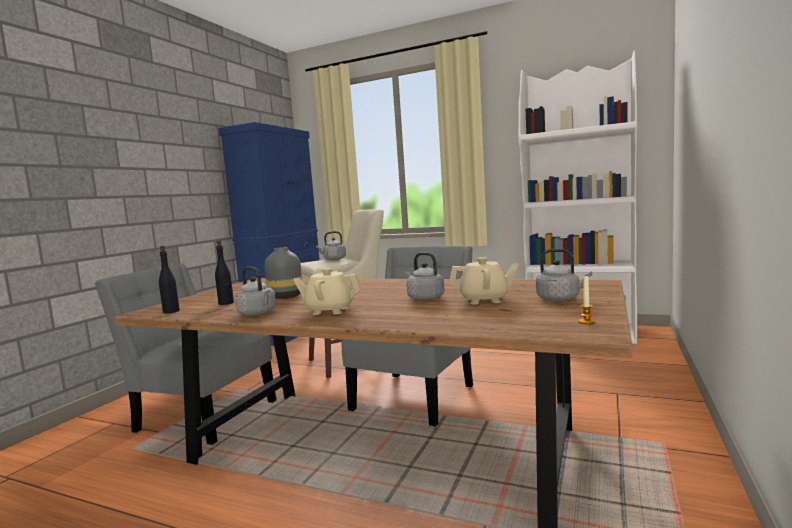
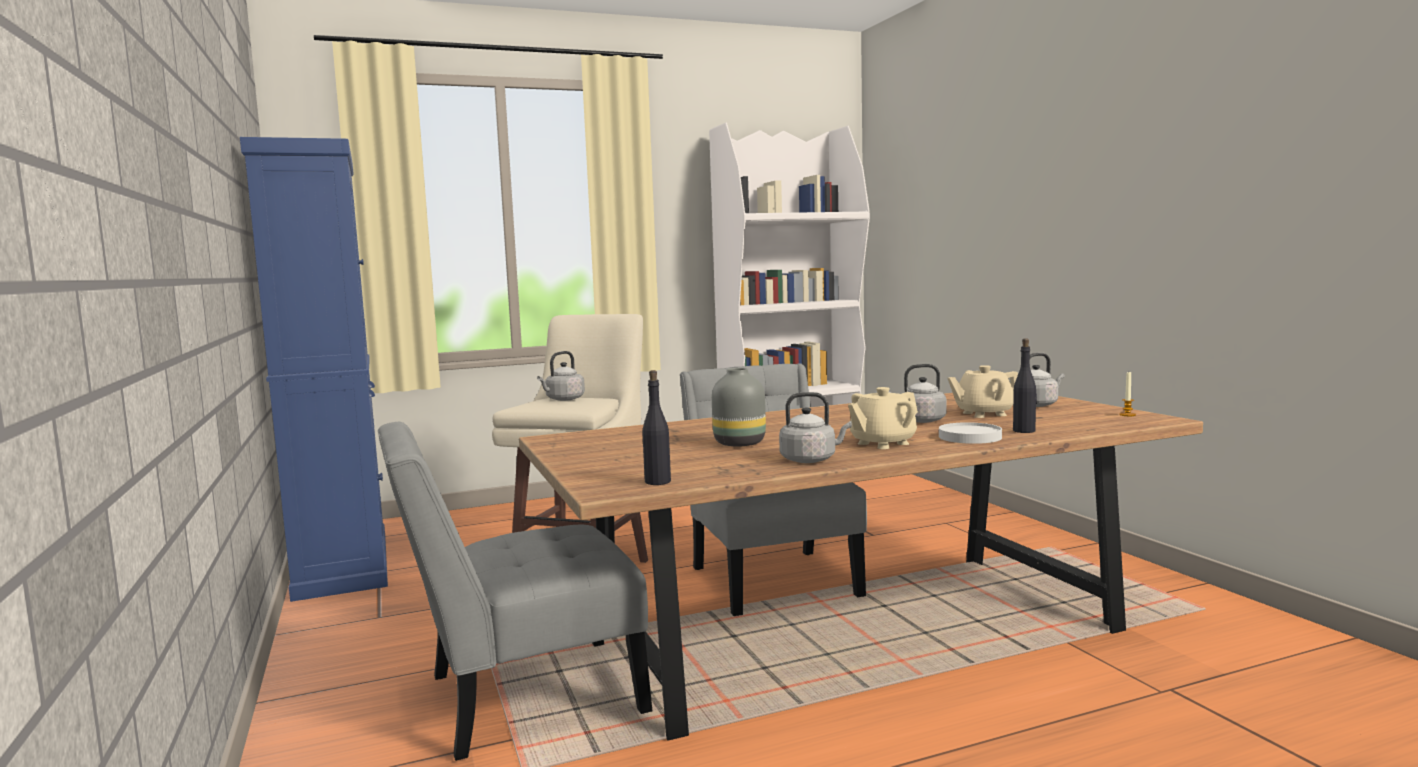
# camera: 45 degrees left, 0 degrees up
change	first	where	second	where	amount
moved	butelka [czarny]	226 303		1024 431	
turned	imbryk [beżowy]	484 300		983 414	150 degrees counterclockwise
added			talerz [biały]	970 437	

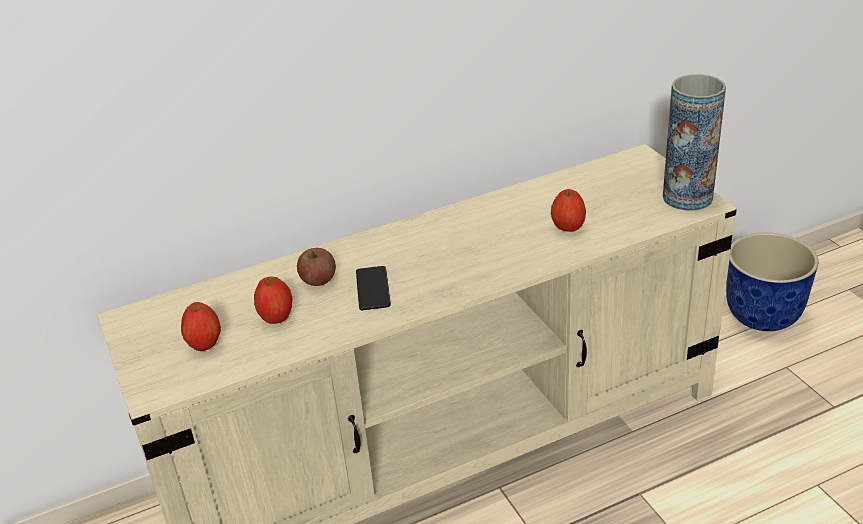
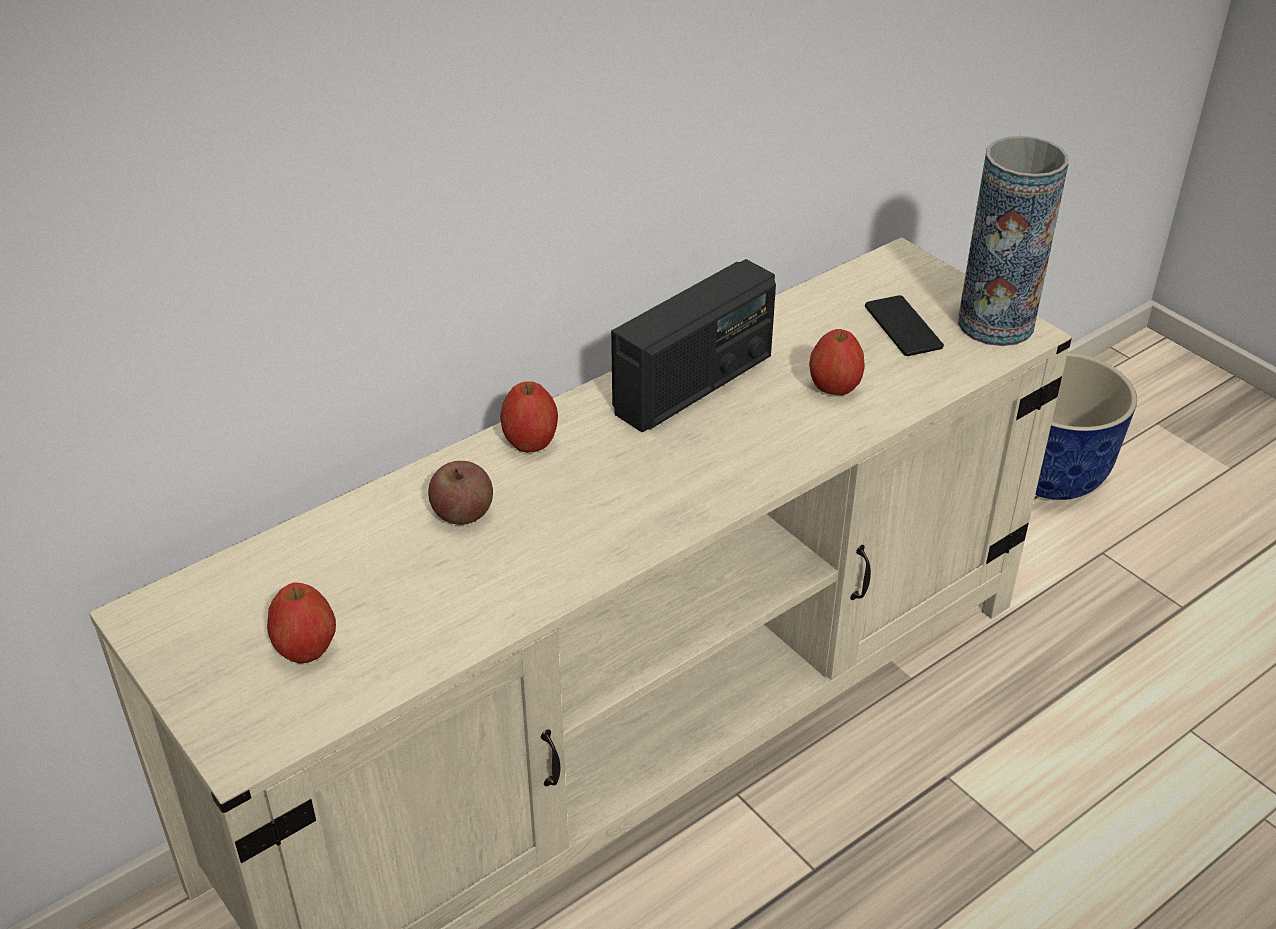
# camera: 15 degrees left, 5 degrees up
change	first	where	second	where	amount
moved	telefon	373 289		903 327	
moved	jabłko	276 317		531 442	
added			radio	694 385	

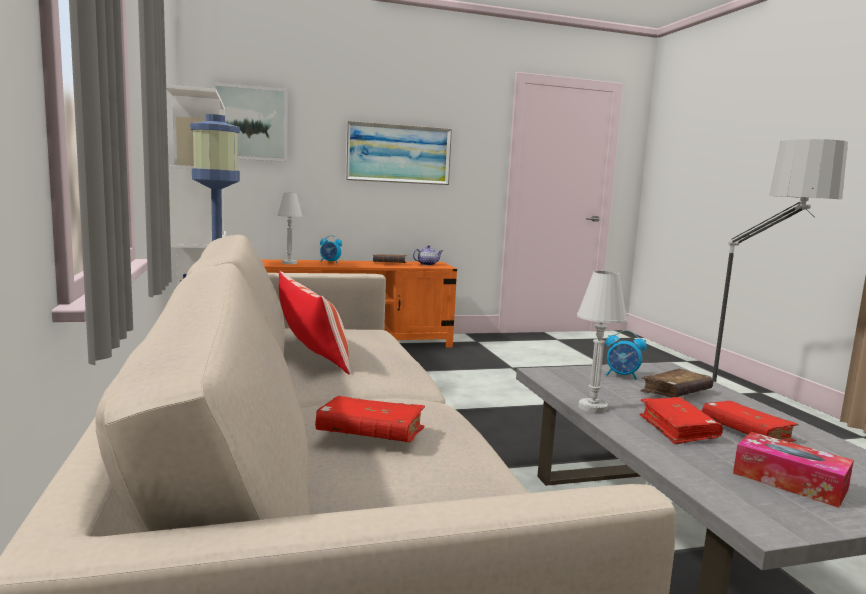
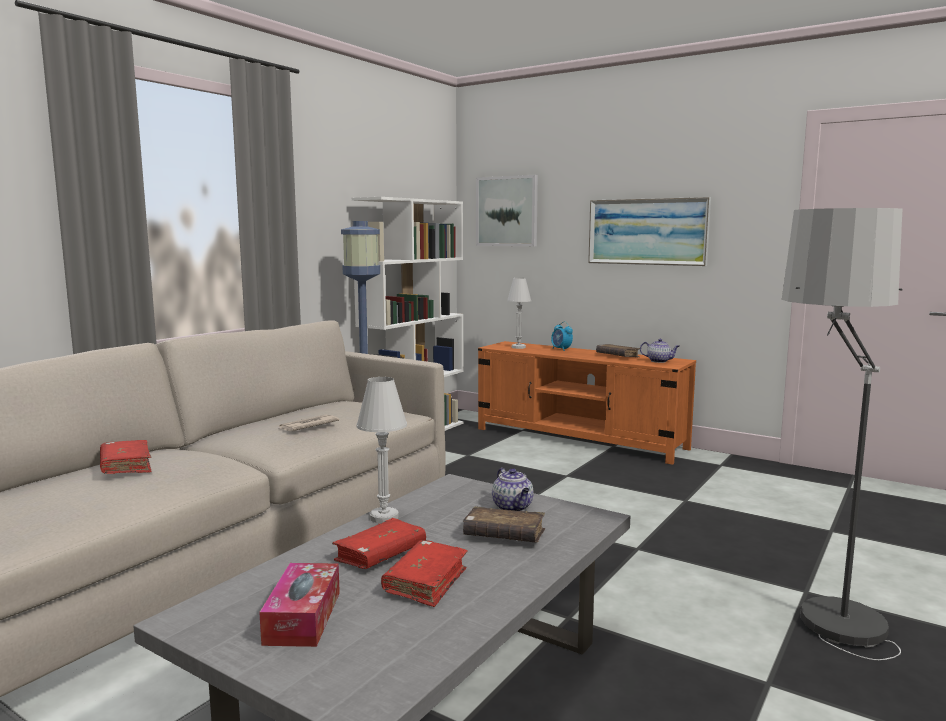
# camera: 50 degrees right, 0 degrees up
change	first	where	second	where	amount
removed	poduszka	311 352			
replaced	budzik	622 376	imbryk	513 507	
added			gazeta	307 426	

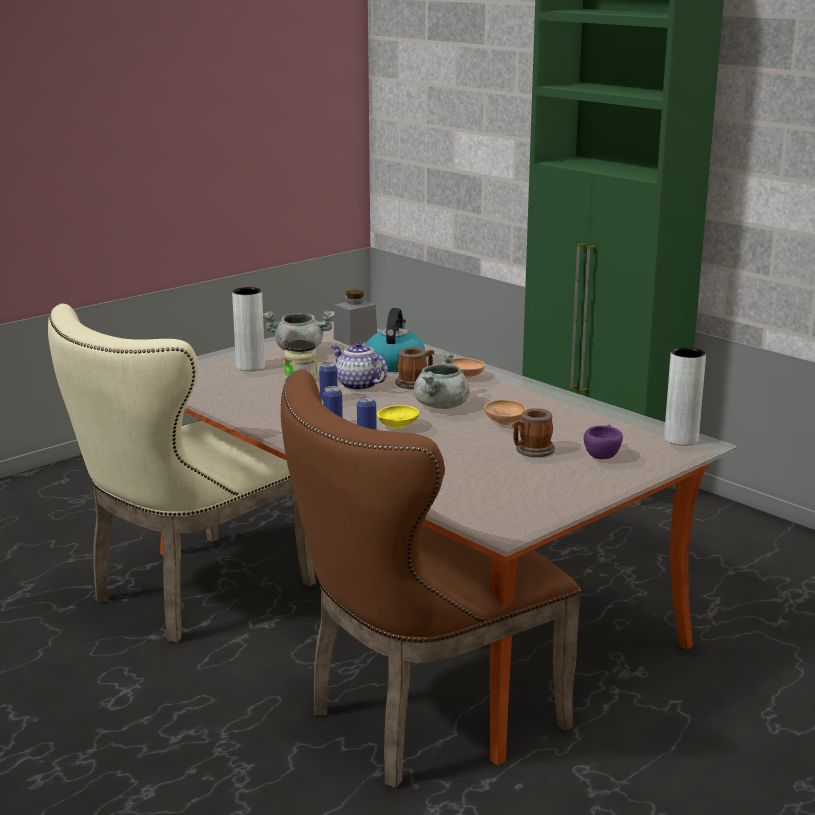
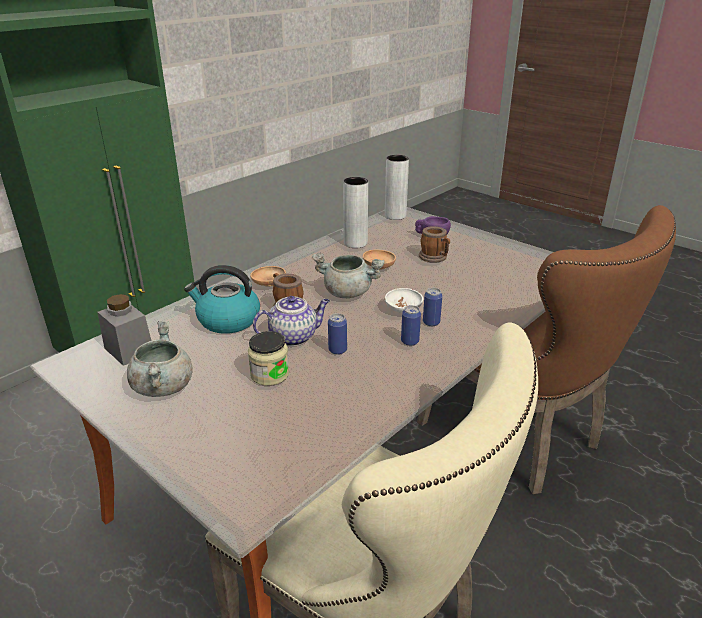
# camera: 95 degrees left, 10 degrees up
change	first	where	second	where	amount
moved	wazon [szary]	250 366		355 243	
turned	imbryk	357 385		294 336	150 degrees counterclockwise
recoloured	miska [żółty]	398 426	miska [biały]	403 309	

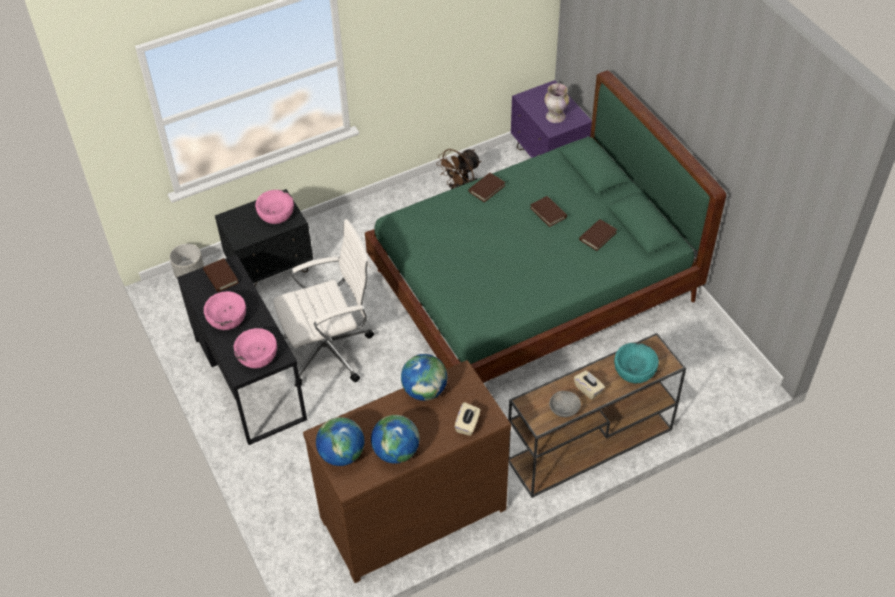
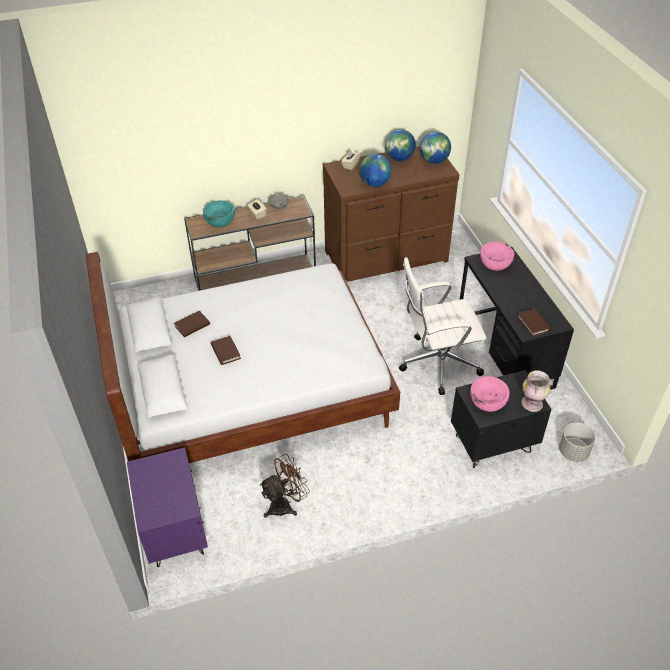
# camera: 170 degrees left, 5 degrees down
change	first	where	second	where	amount
recoloured	łóżko [zielony]	533 288	łóżko [biały]	250 390	
moved	wazon	555 117		532 404	
removed	książka [brązowy]	486 188			
removed	miska [różowy]	227 318			

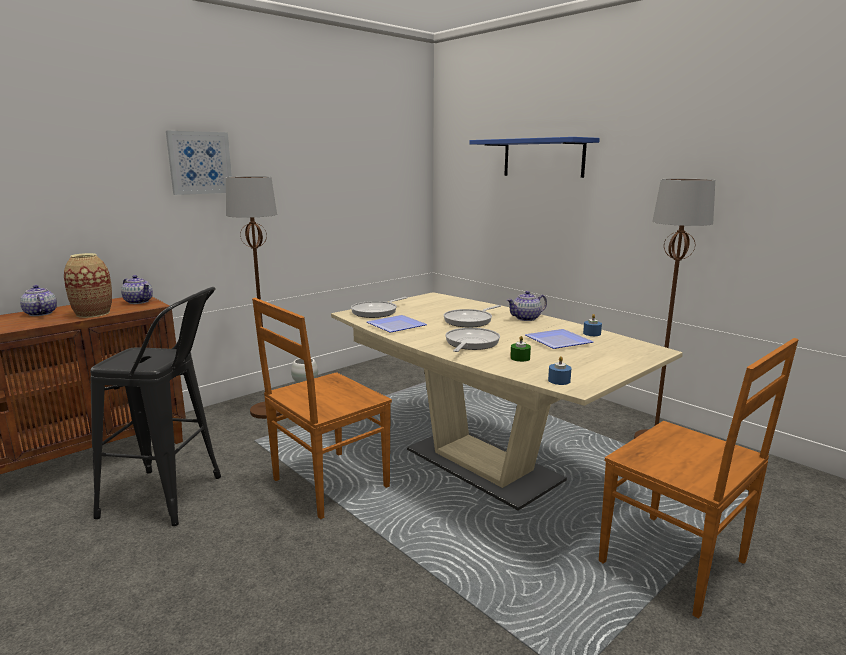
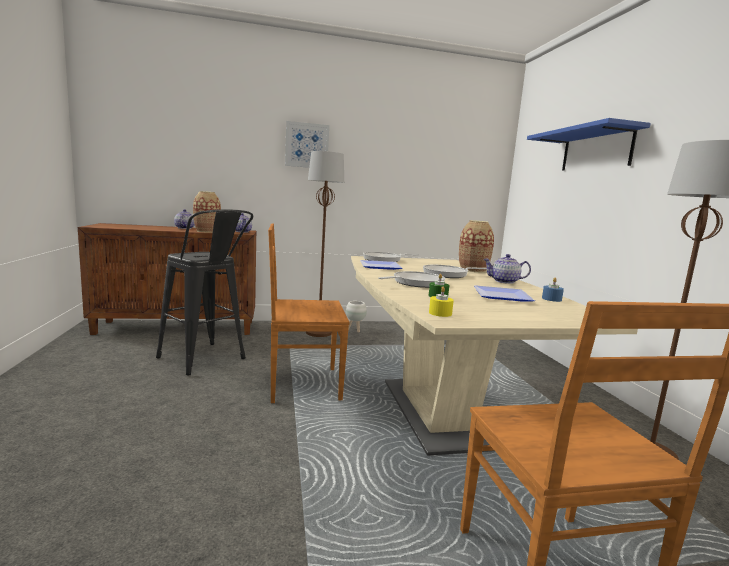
# camera: 30 degrees right, 5 degrees down
change	first	where	second	where	amount
recoloured	świeca [niebieski]	559 380	świeca [żółty]	440 313	
added			wazon	473 270	

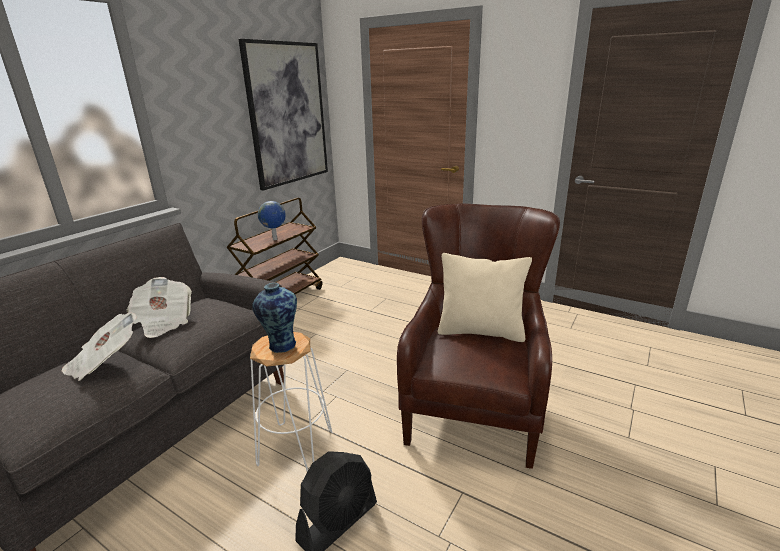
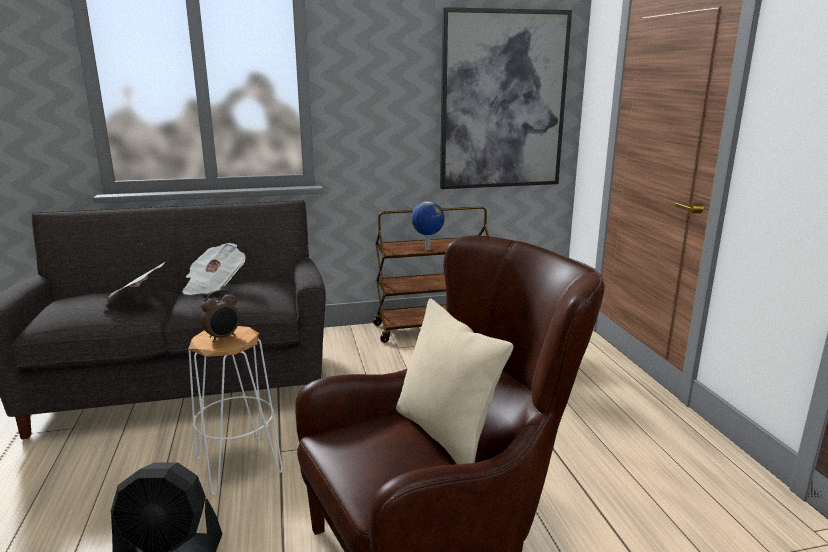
# camera: 45 degrees right, 5 degrees down
change	first	where	second	where	amount
replaced	wazon	281 345	budzik	223 337	

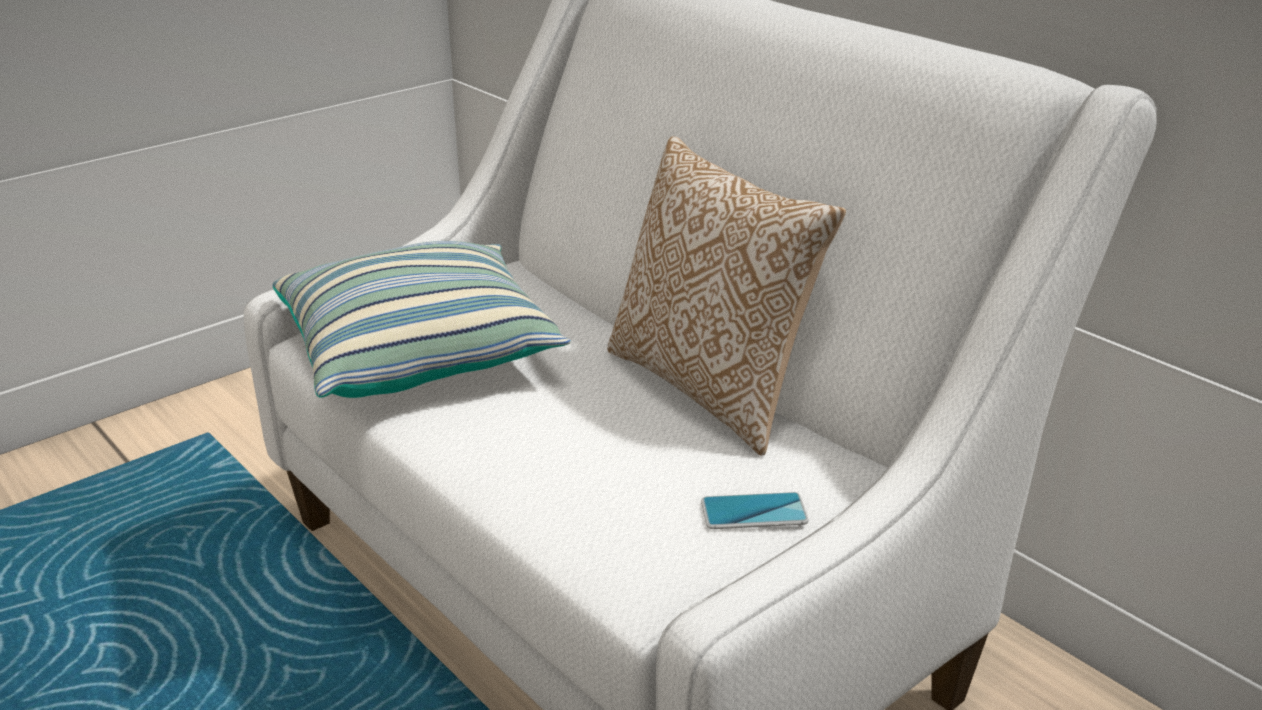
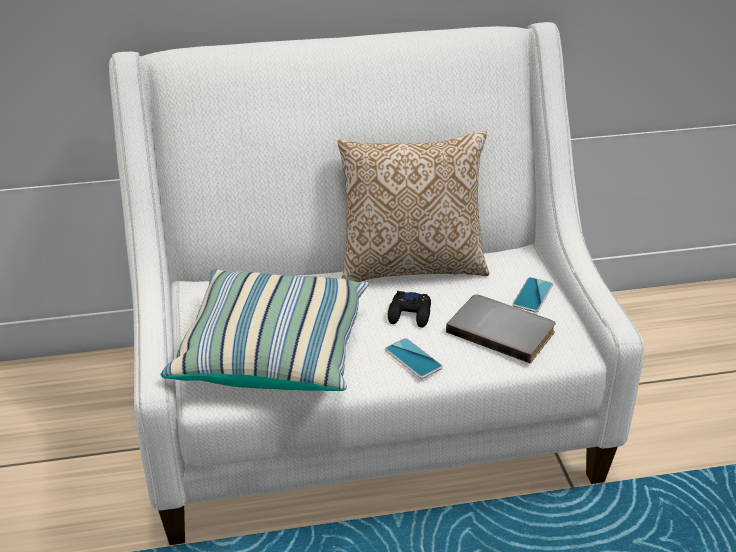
# camera: 60 degrees left, 5 degrees up
change	first	where	second	where	amount
added			pad do gier [czarny]	410 314	
added			książka [szary]	502 330	
added			telefon	413 359	

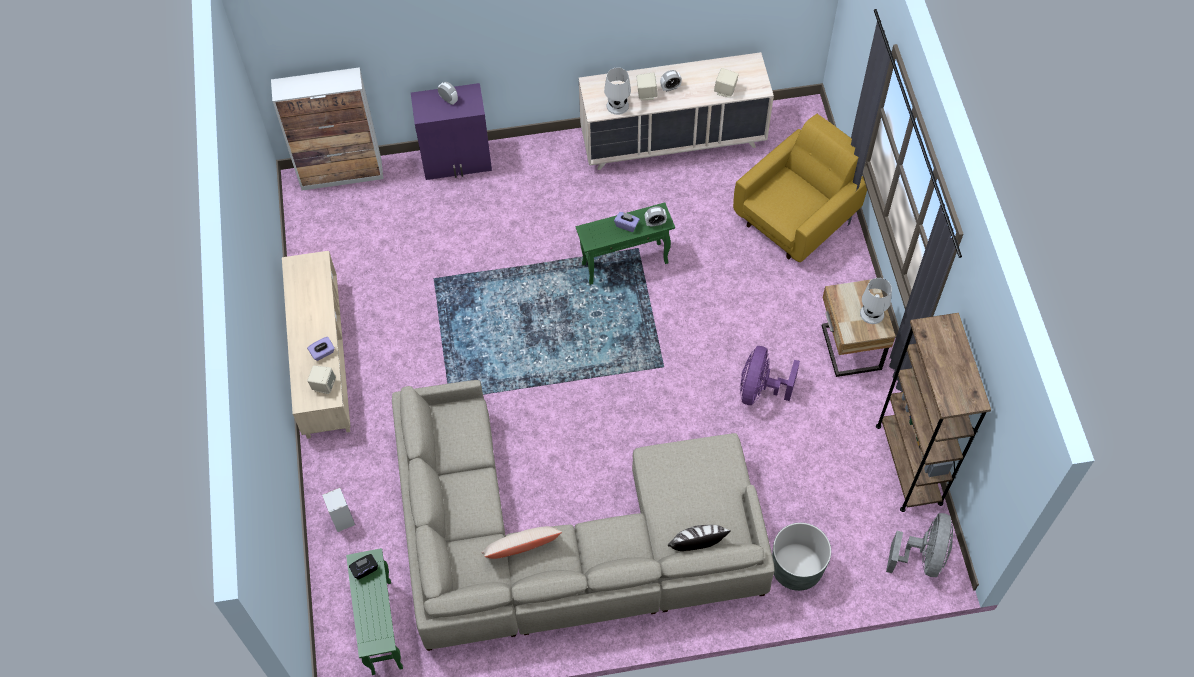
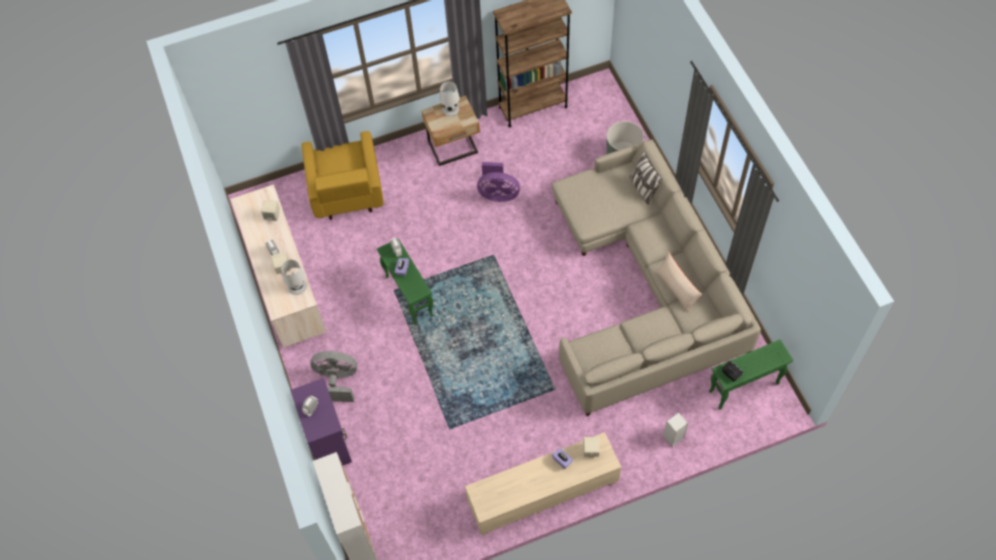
# camera: 100 degrees left, 0 degrees up
change	first	where	second	where	amount
turned	fotel [żółty]	797 216		347 193	135 degrees counterclockwise
moved	wentylator [szary]	922 557		338 380	

